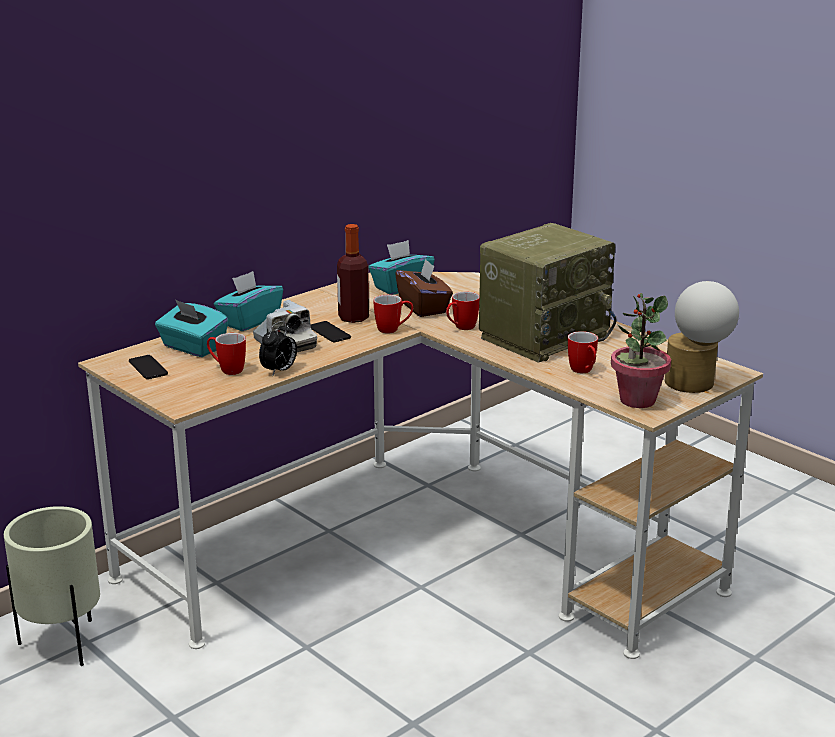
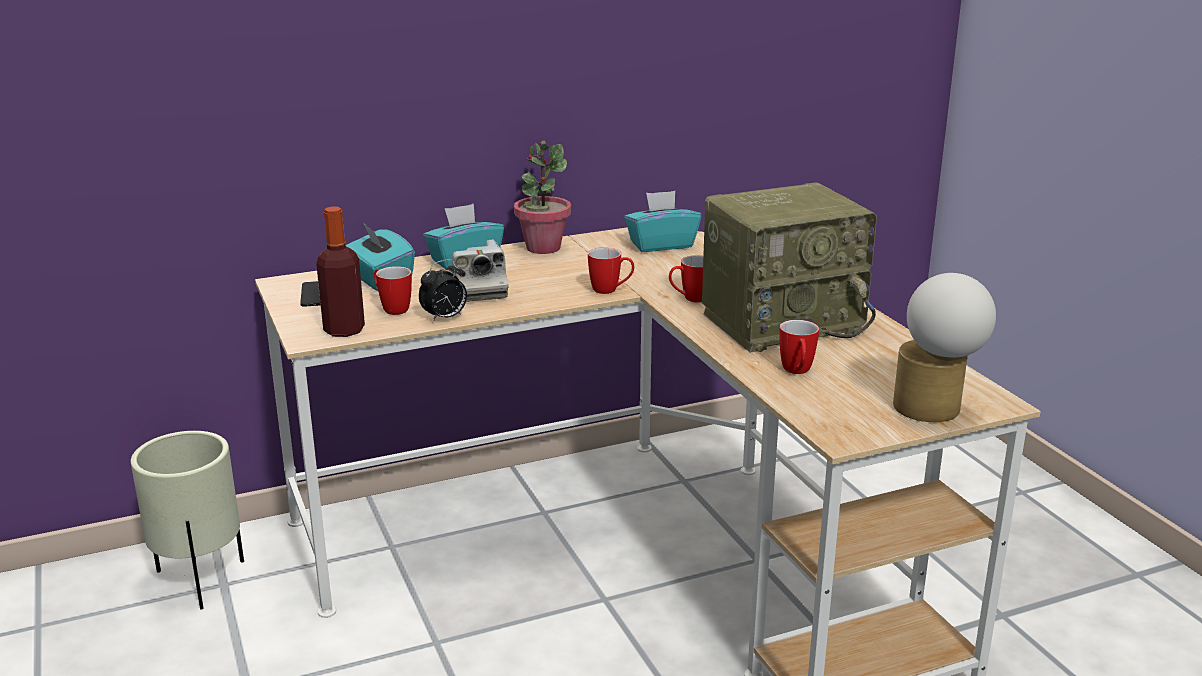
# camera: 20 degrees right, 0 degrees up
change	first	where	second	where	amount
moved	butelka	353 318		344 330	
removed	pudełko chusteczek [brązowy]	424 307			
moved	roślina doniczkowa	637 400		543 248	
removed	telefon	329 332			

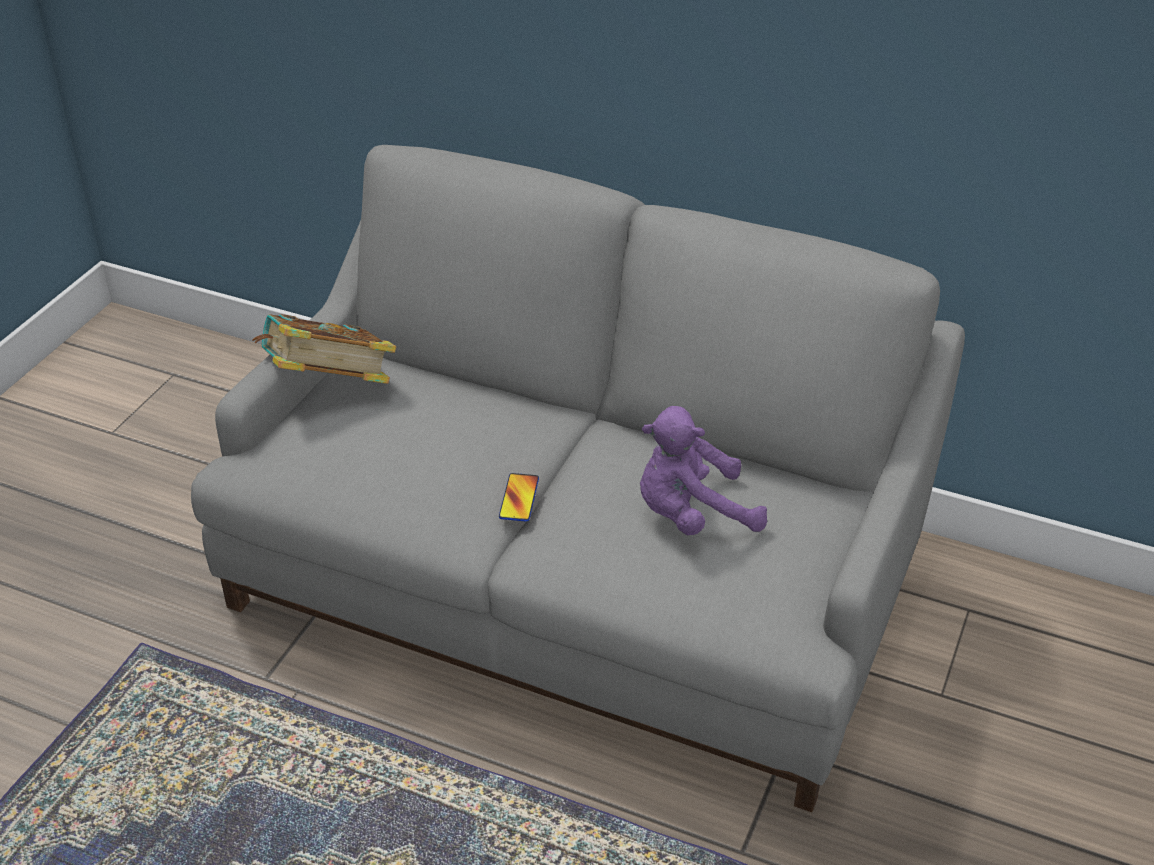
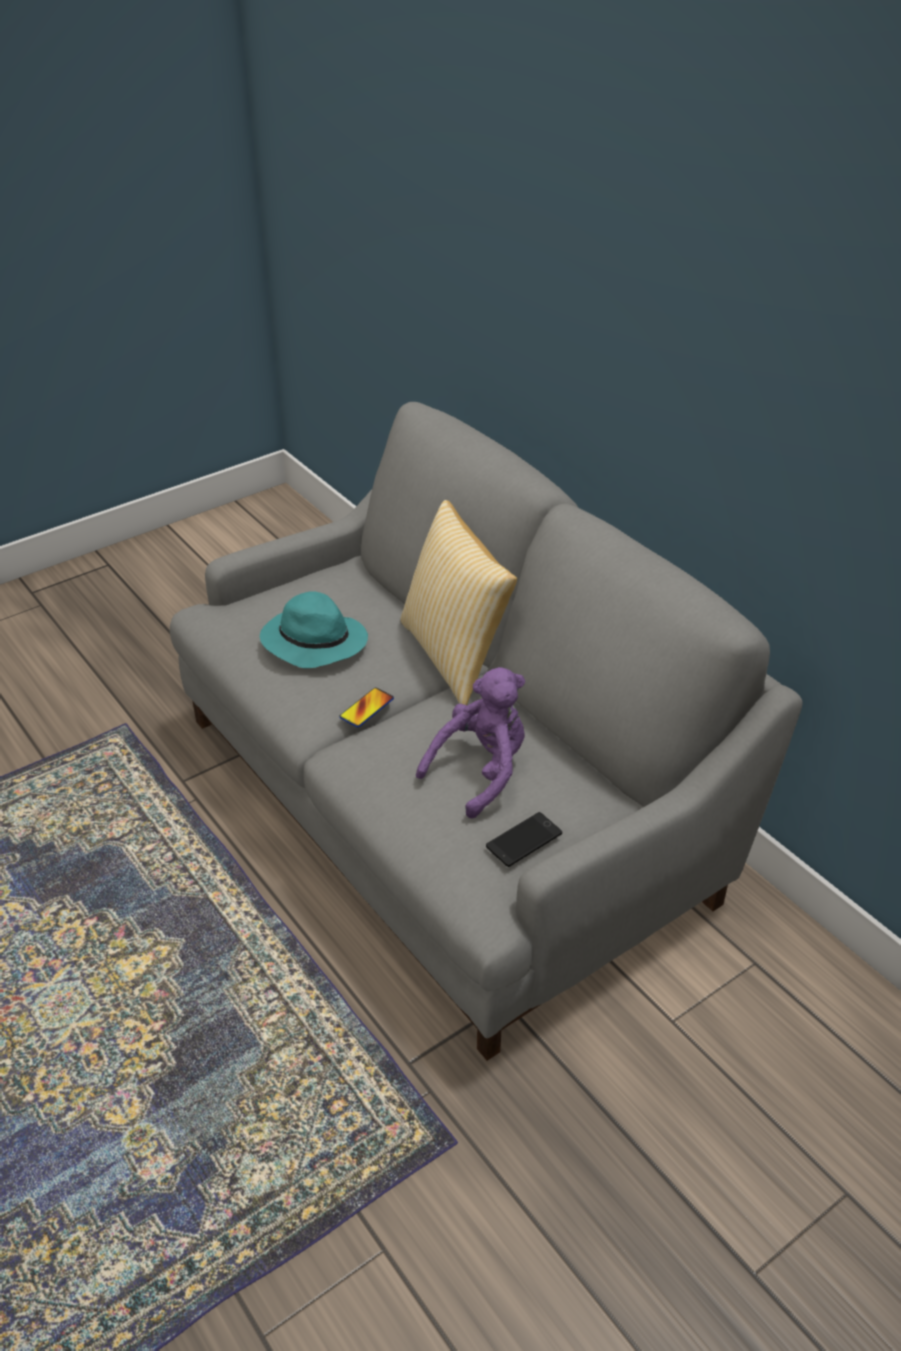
# camera: 30 degrees right, 0 degrees up
change	first	where	second	where	amount
removed	książka	329 387			
turned	pluszak [fioletowy]	691 515		481 771	120 degrees clockwise
added			poduszka	455 656	
added			kapelusz [turkusowy]	312 642	
added			telefon	524 840	

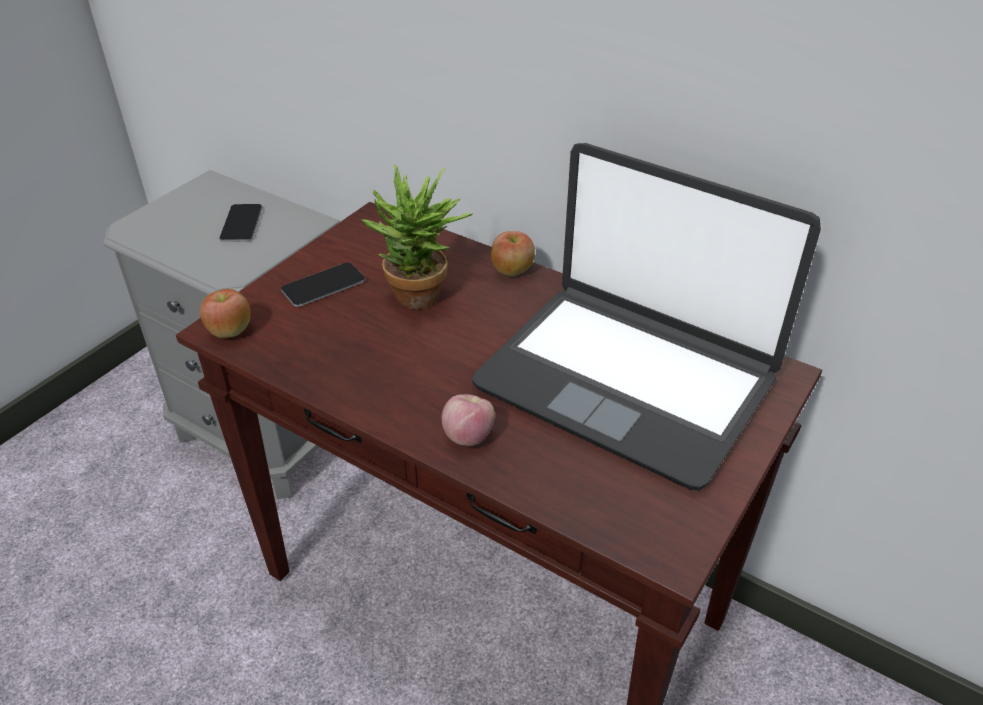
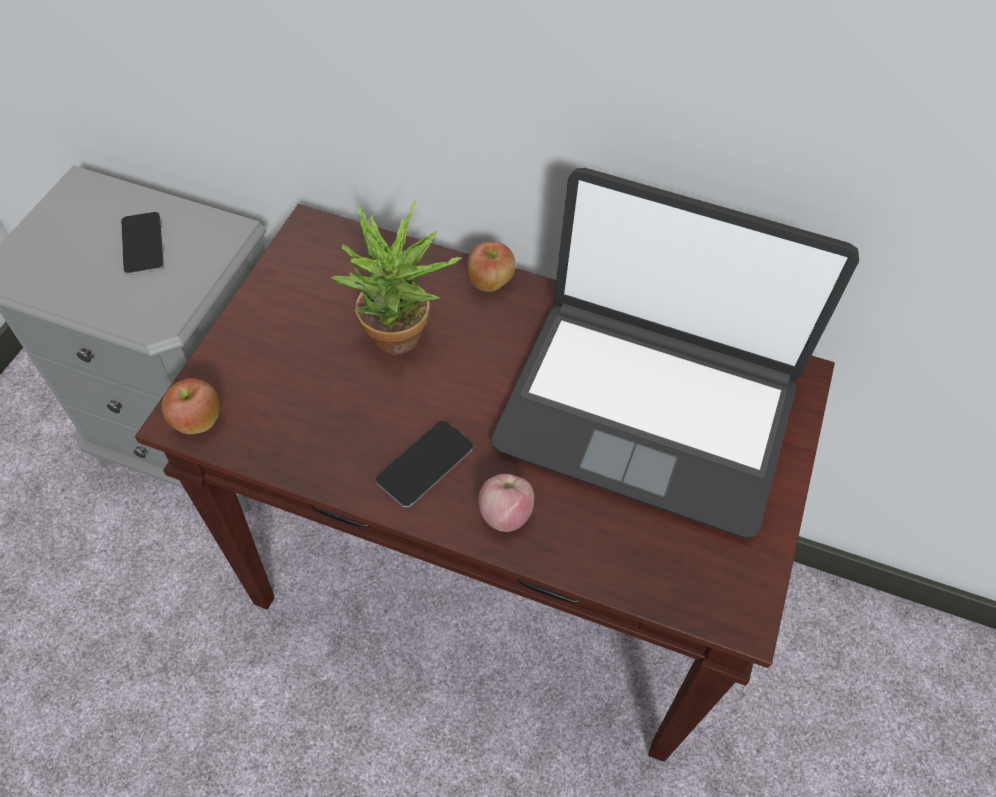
# camera: 15 degrees left, 15 degrees up
change	first	where	second	where	amount
moved	telefon	323 285		425 464	

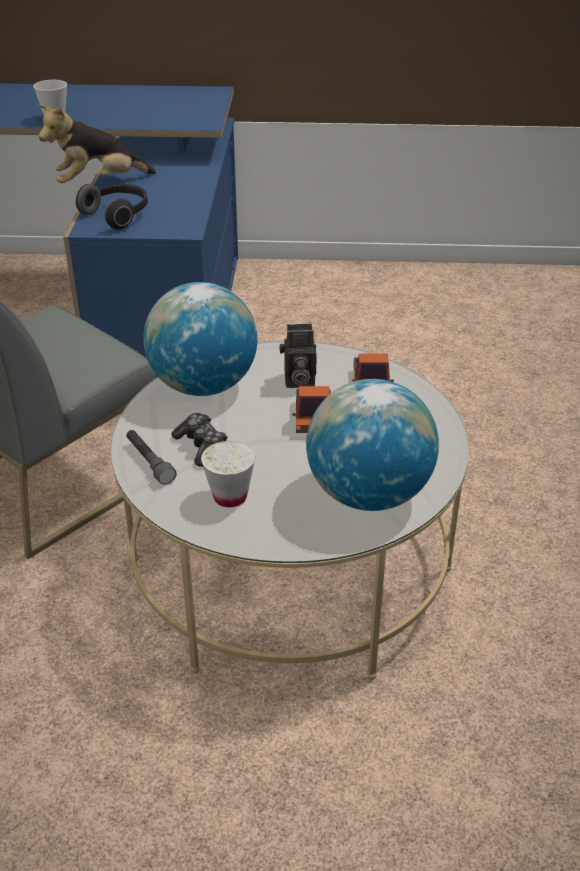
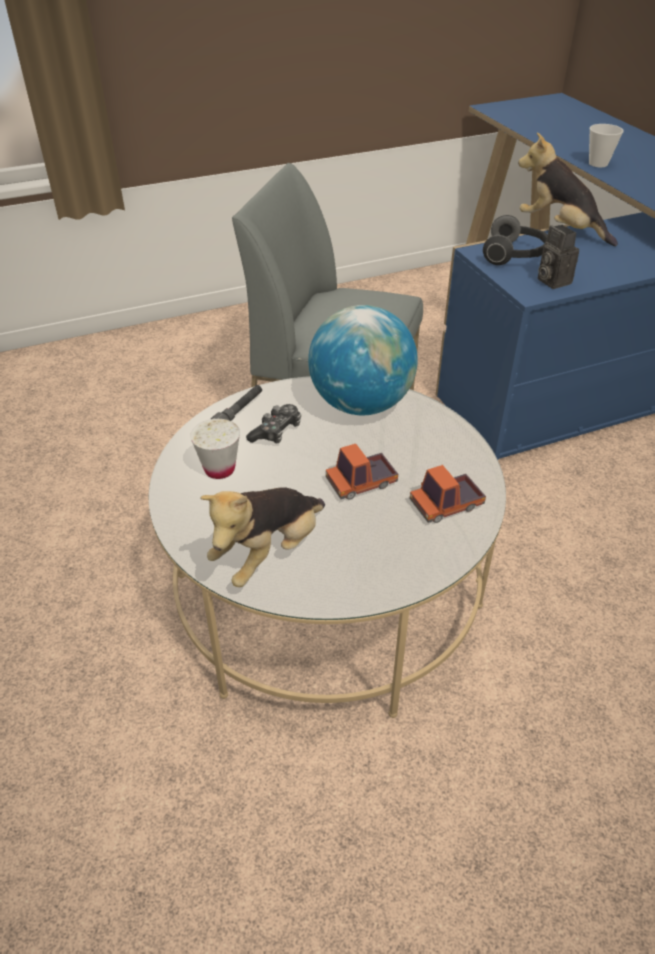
# camera: 65 degrees right, 5 degrees up
change	first	where	second	where	amount
moved	aparat fotograficzny	297 381		551 280	
replaced	globus	368 494	pluszak	269 553	

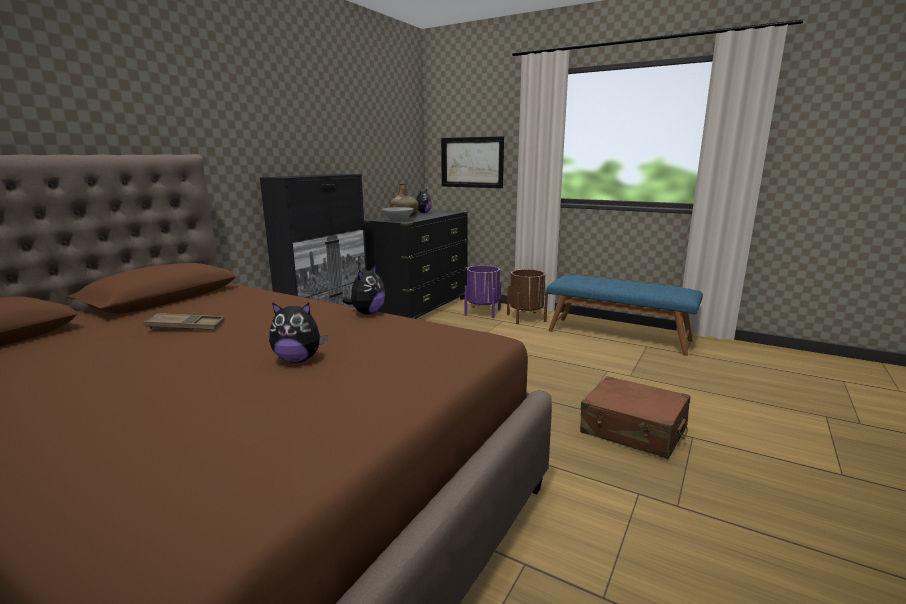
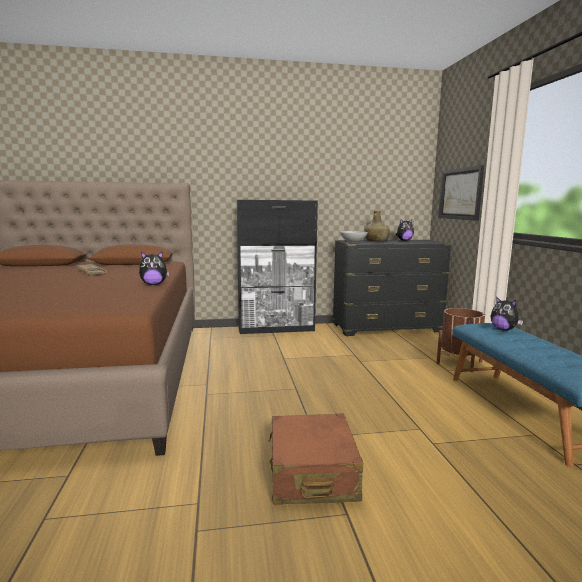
# camera: 50 degrees right, 5 degrees down
change	first	where	second	where	amount
removed	donica [fioletowy]	482 312			
moved	pluszak	298 359		503 329	

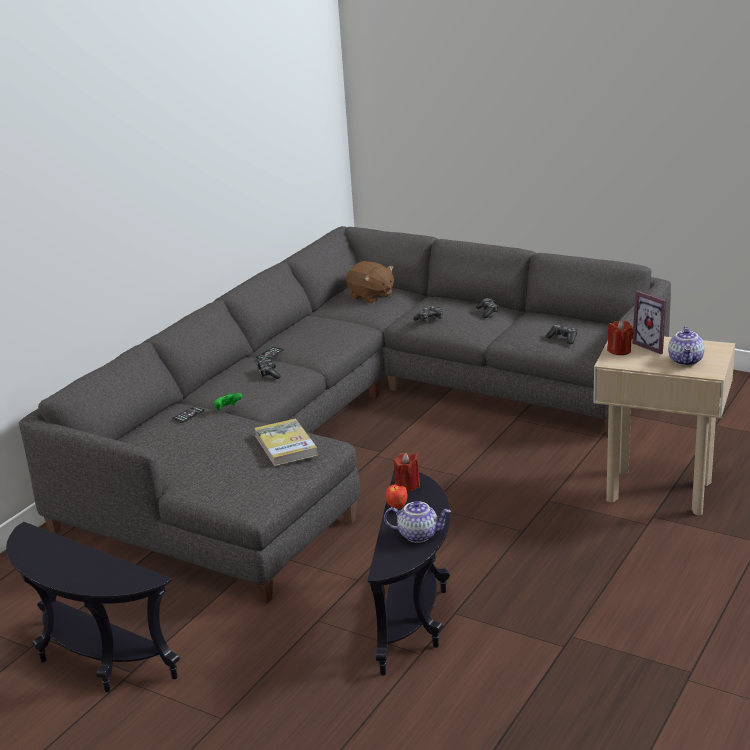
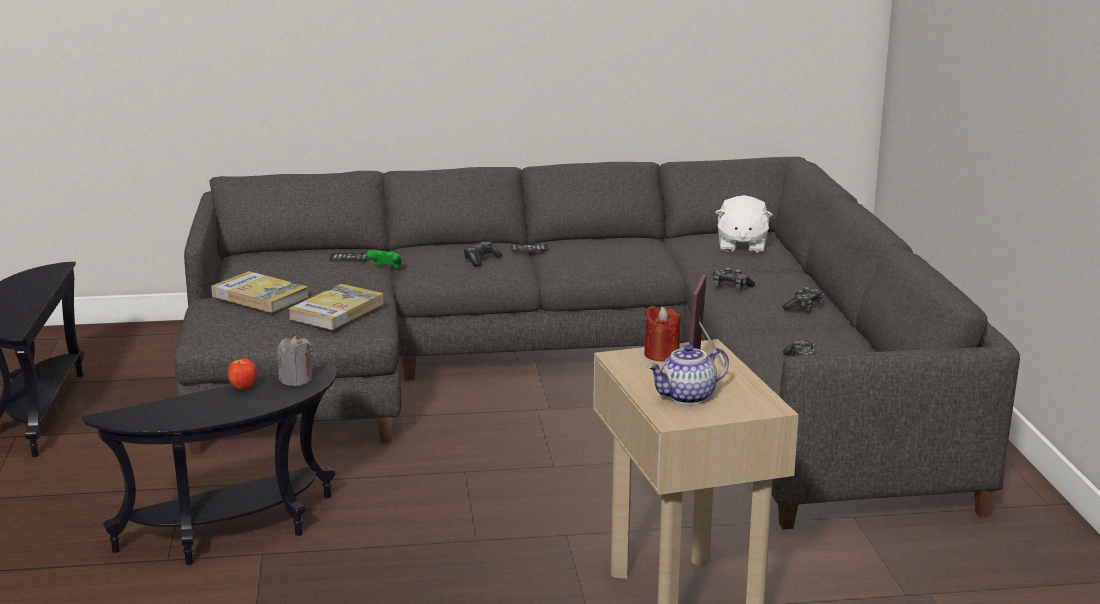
# camera: 50 degrees right, 5 degrees down
change	first	where	second	where	amount
recoloured	pluszak [brązowy]	371 296	pluszak [biały]	741 246	
recoloured	świeca [czerwony]	407 485	świeca [szary]	296 380	
removed	imbryk	418 535			
added			książka	260 296	

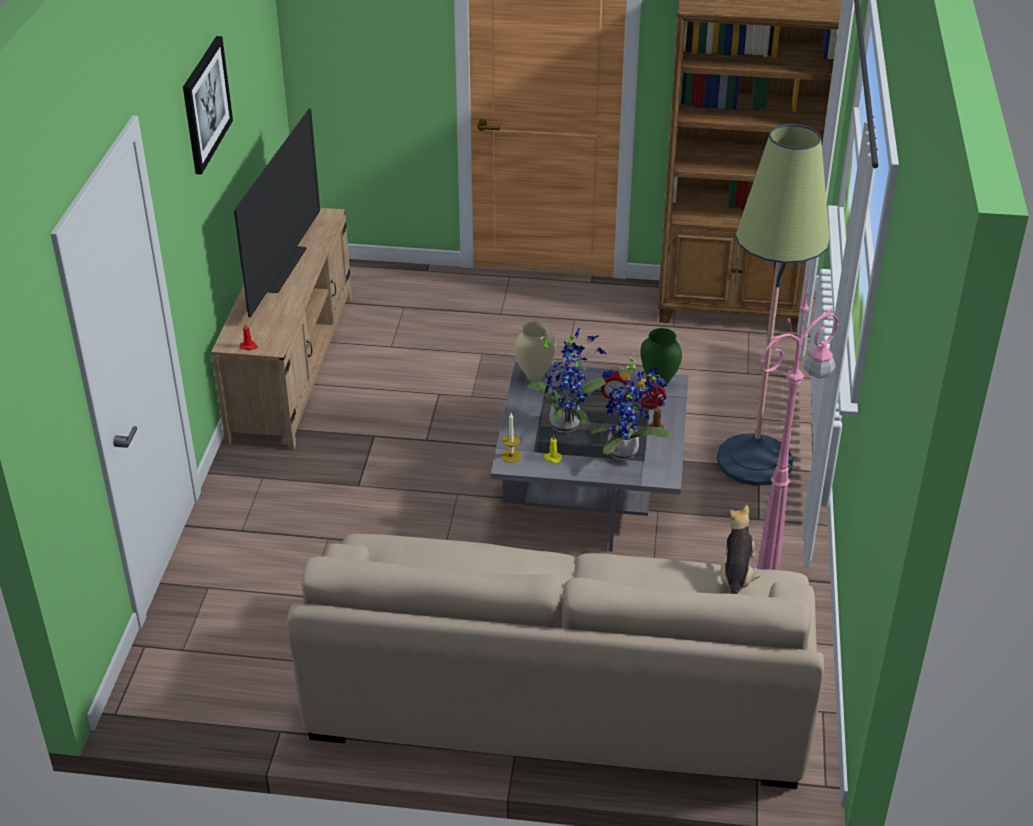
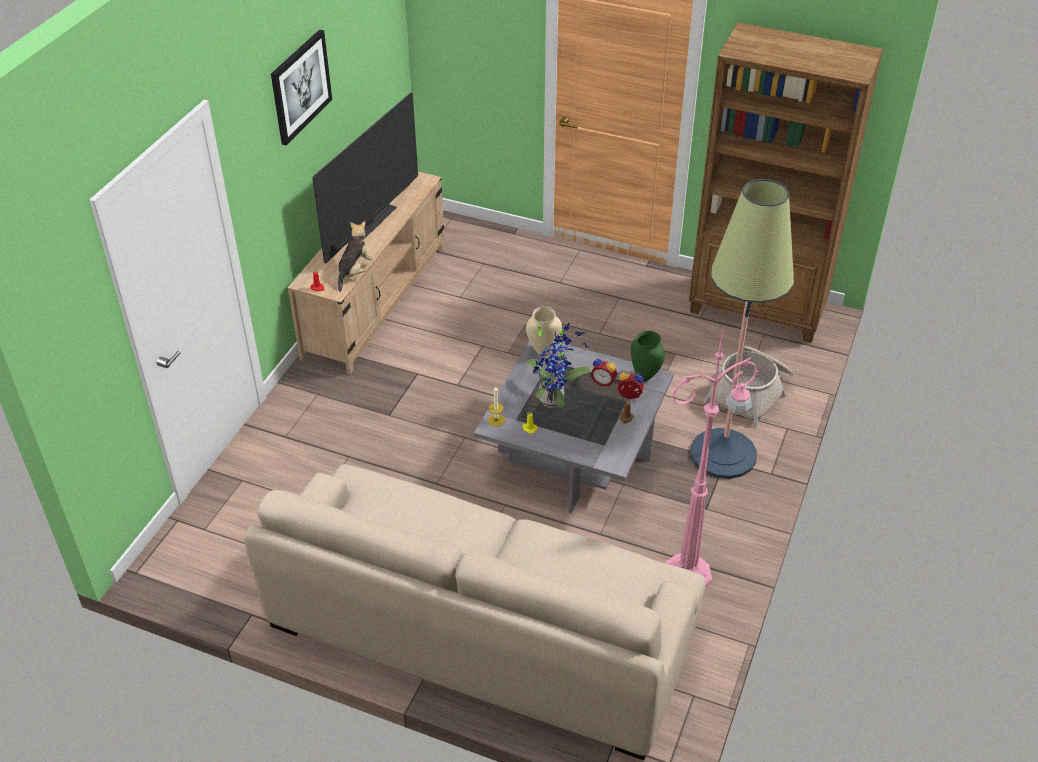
# camera: 15 degrees right, 5 degrees up
change	first	where	second	where	amount
removed	roślina doniczkowa	627 452			
moved	pluszak	736 578		354 272	
added			koszyk	751 392	

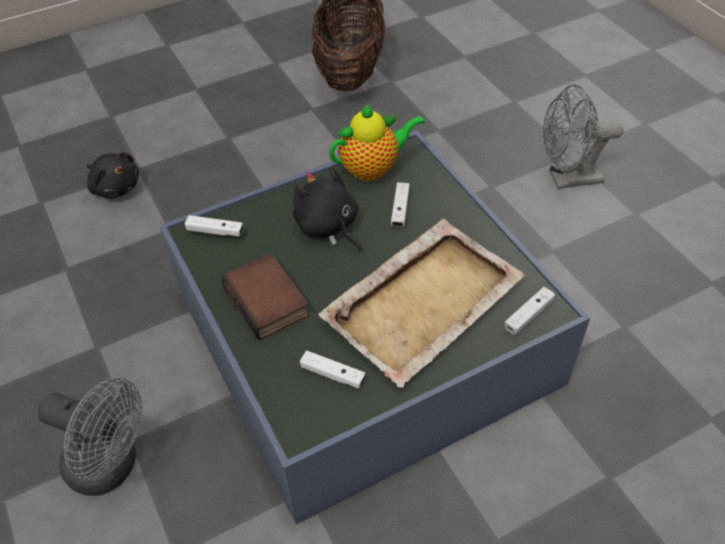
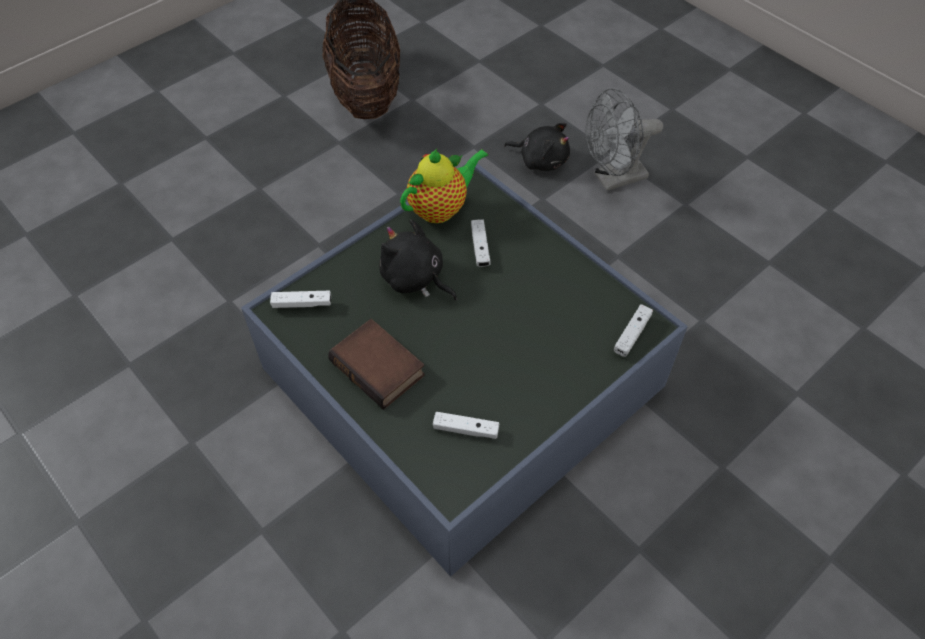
# camera: 15 degrees left, 5 degrees up
change	first	where	second	where	amount
moved	pluszak [czarny]	115 187		541 160	
removed	taca [beżowy]	424 301			
removed	wentylator [szary]	111 467			

